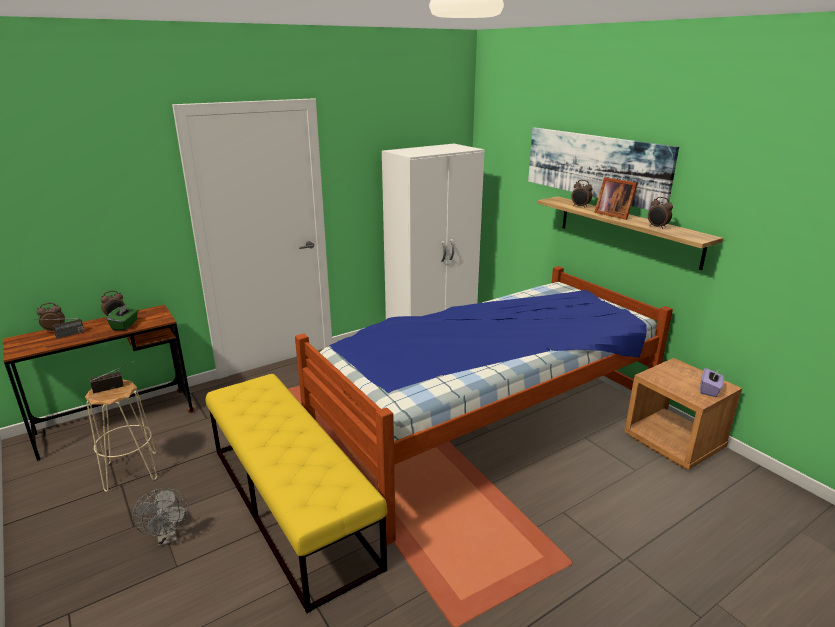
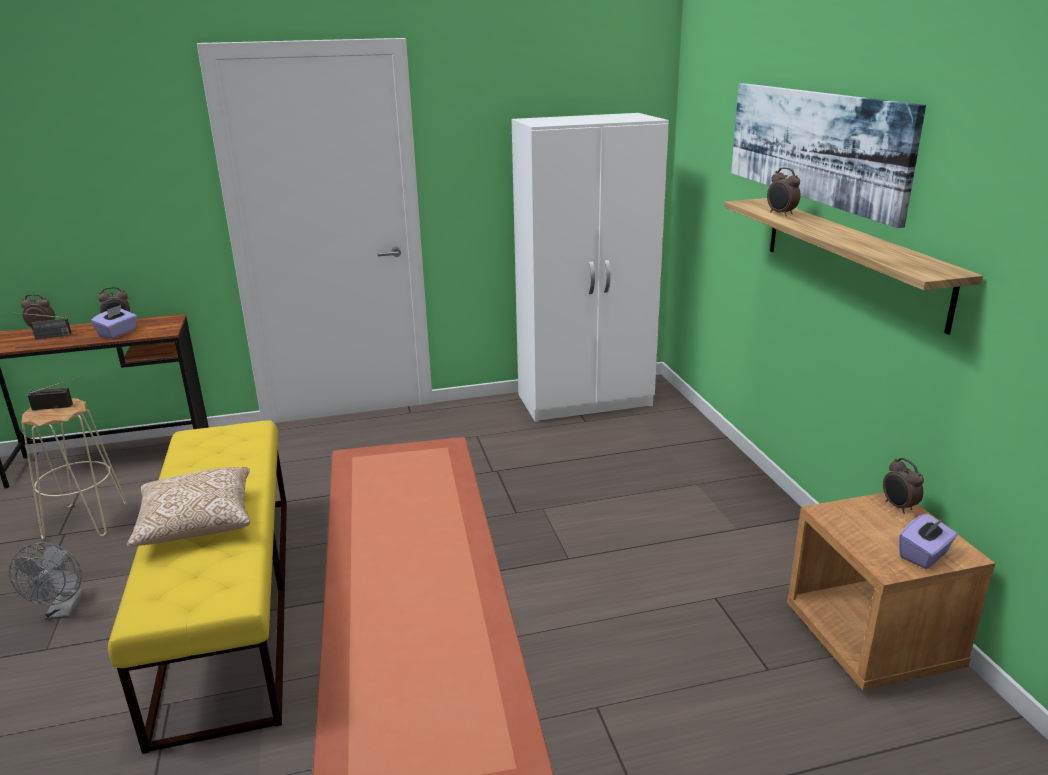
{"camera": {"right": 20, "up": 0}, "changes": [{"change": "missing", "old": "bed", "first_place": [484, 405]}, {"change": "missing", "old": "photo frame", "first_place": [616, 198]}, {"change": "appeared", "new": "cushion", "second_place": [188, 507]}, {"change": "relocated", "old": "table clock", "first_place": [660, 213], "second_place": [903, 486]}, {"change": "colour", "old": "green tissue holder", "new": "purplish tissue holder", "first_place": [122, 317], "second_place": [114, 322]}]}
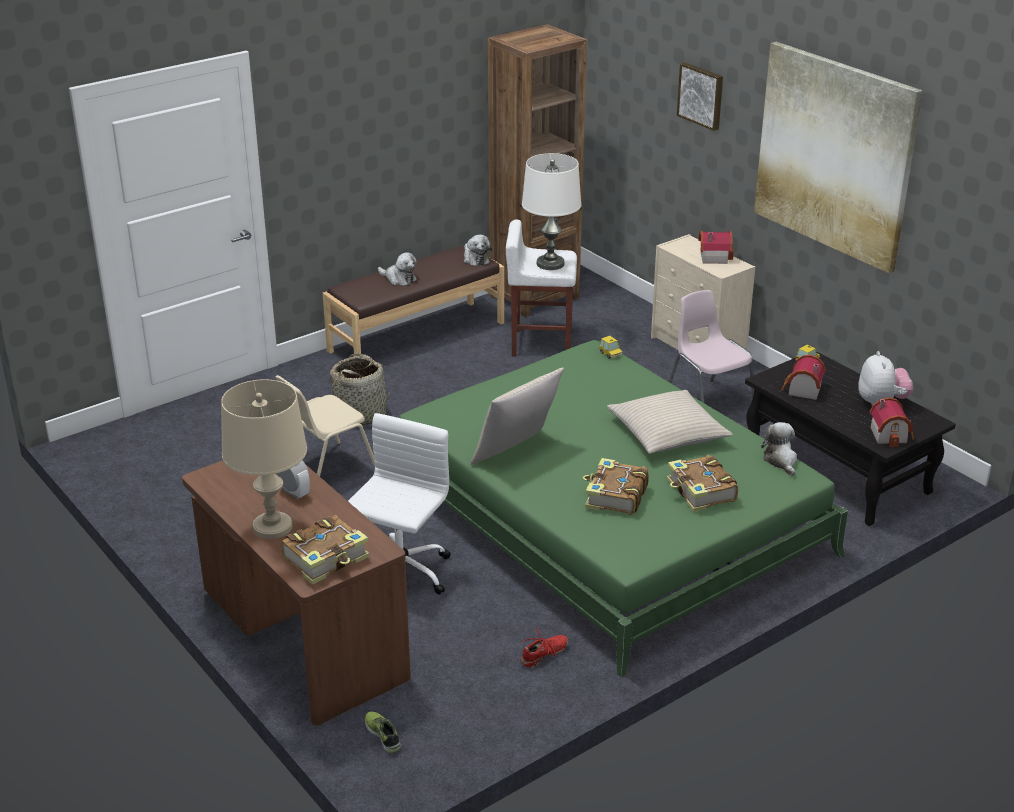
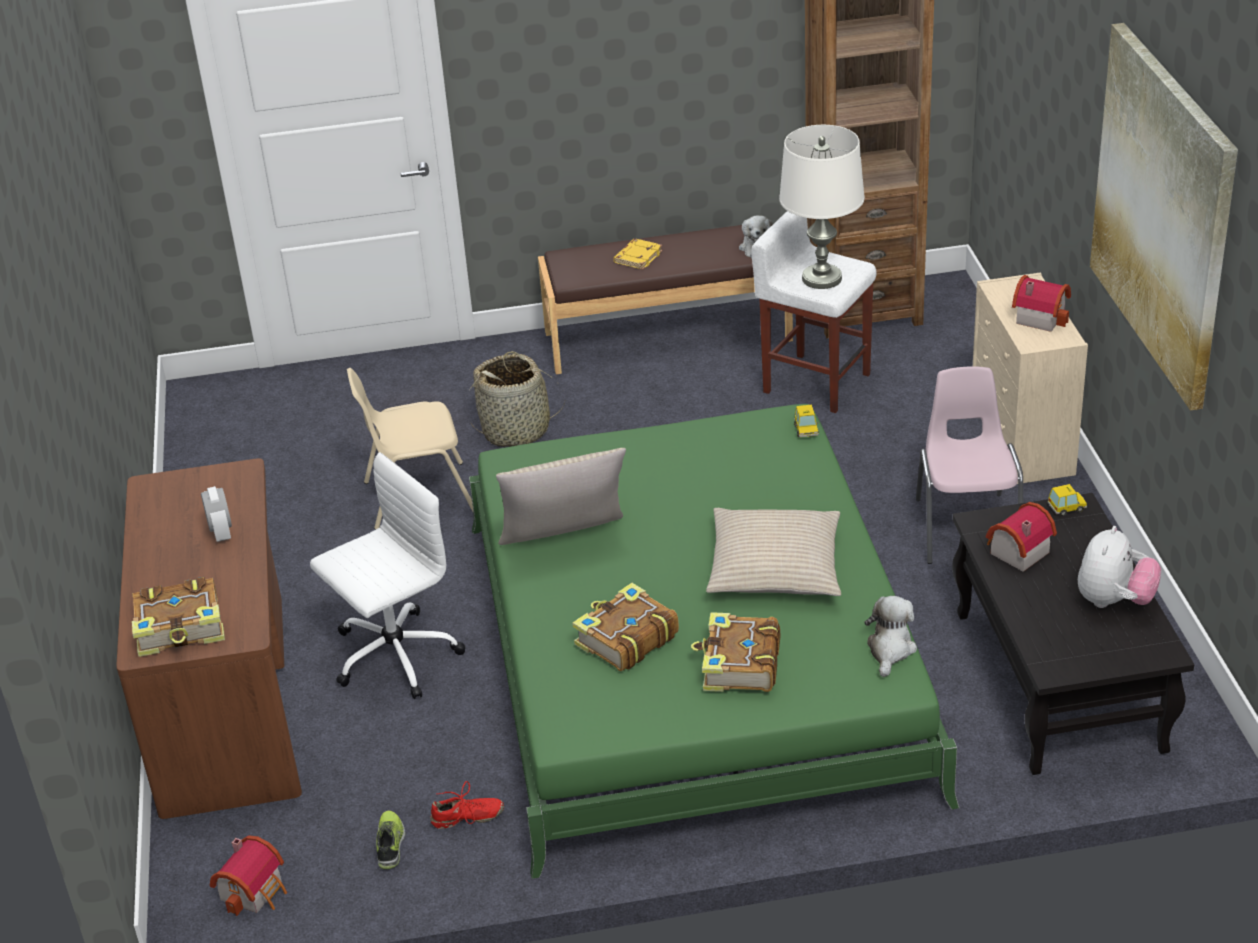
{"camera": {"right": 30, "up": 5}, "changes": [{"change": "missing", "old": "beige tabletop lamp", "first_place": [264, 459]}, {"change": "missing", "old": "wall picture", "first_place": [700, 96]}, {"change": "relocated", "old": "item of footwear", "first_place": [383, 732], "second_place": [390, 840]}, {"change": "relocated", "old": "model house", "first_place": [891, 422], "second_place": [248, 875]}, {"change": "exchanged", "old": "soft toy", "new": "yellow-coloured volume", "first_place": [397, 269], "second_place": [638, 254]}]}
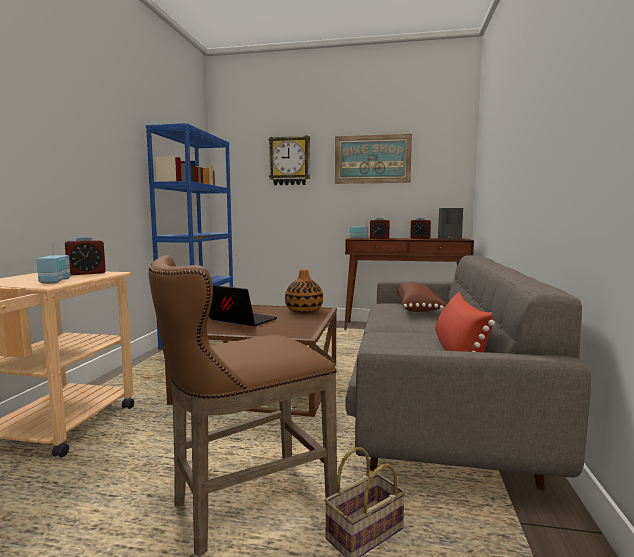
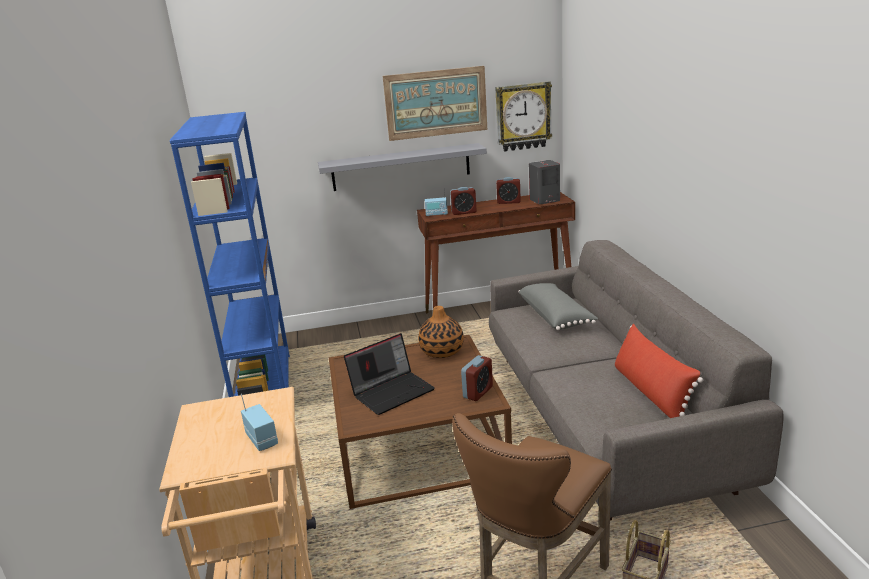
{"camera": {"right": -20, "up": 15}, "changes": [{"change": "appeared", "new": "greyish bracket shelf", "second_place": [402, 167]}, {"change": "relocated", "old": "table clock", "first_place": [85, 256], "second_place": [477, 378]}, {"change": "relocated", "old": "clock on the wall", "first_place": [289, 160], "second_place": [523, 116]}, {"change": "colour", "old": "brownish cushion", "new": "greyish cushion", "first_place": [421, 297], "second_place": [558, 306]}, {"change": "spun", "old": "portable computer", "first_place": [243, 305], "second_place": [389, 374], "degrees": 135}]}
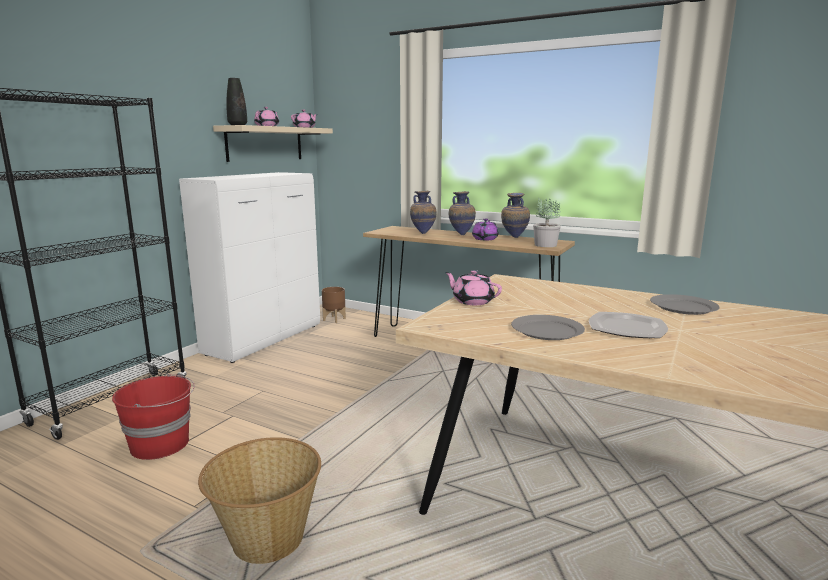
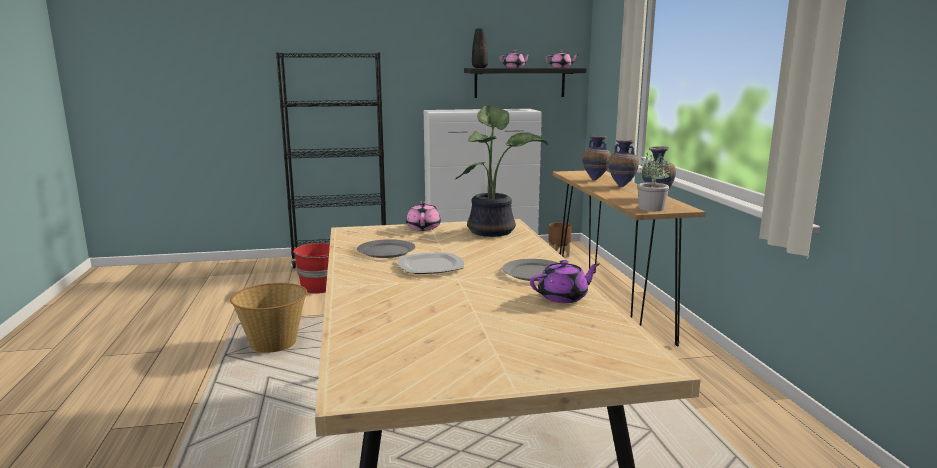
{"camera": {"right": 50, "up": 0}, "changes": [{"change": "appeared", "new": "plant in a pot", "second_place": [501, 171]}, {"change": "relocated", "old": "purplish tea pot", "first_place": [485, 229], "second_place": [565, 281]}, {"change": "colour", "old": "beige bracket shelf", "new": "black-coloured bracket shelf", "first_place": [273, 143], "second_place": [525, 83]}]}
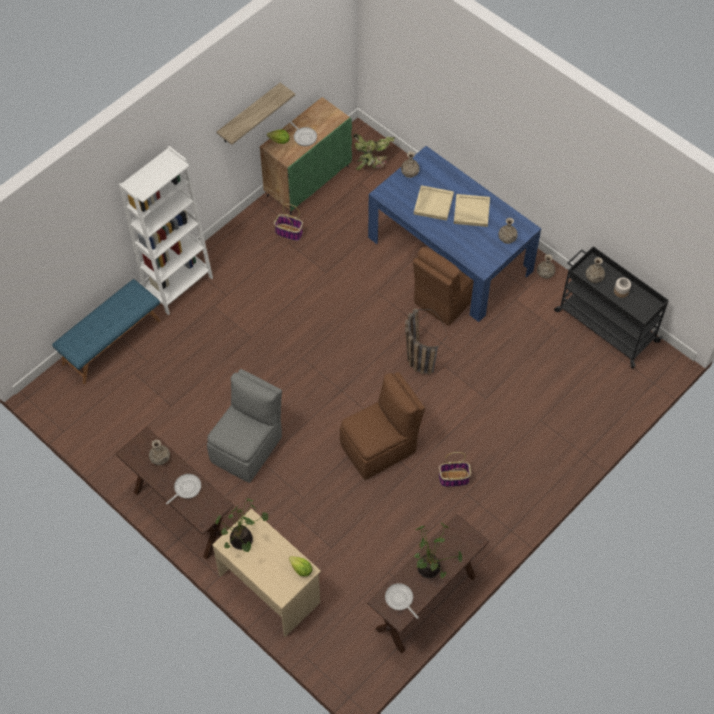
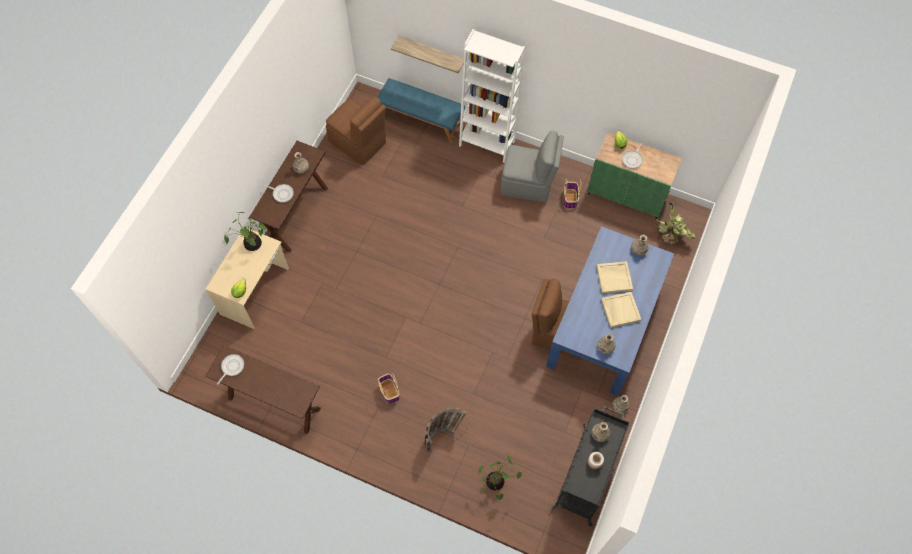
{"camera": {"right": 70, "up": 5}, "changes": [{"change": "relocated", "old": "greyish plain chair", "first_place": [244, 426], "second_place": [532, 166]}, {"change": "relocated", "old": "bracket shelf", "first_place": [256, 114], "second_place": [427, 54]}, {"change": "relocated", "old": "brownish plain chair", "first_place": [382, 426], "second_place": [356, 131]}, {"change": "relocated", "old": "household basket", "first_place": [426, 341], "second_place": [445, 430]}, {"change": "relocated", "old": "plant in a pot", "first_place": [438, 550], "second_place": [500, 477]}]}
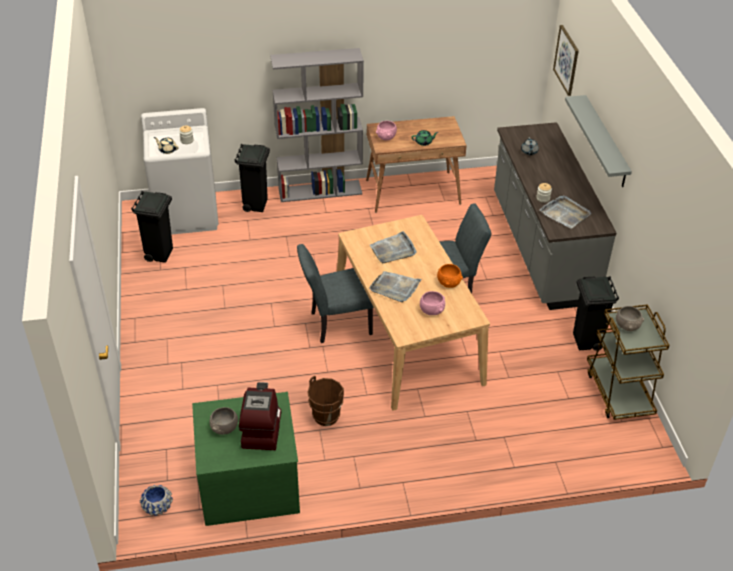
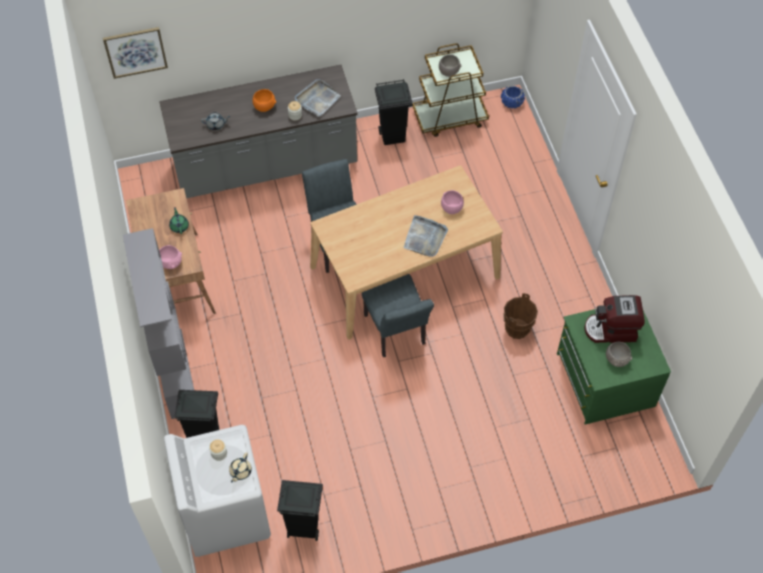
{"camera": {"right": -95, "up": 15}, "changes": [{"change": "missing", "old": "greyish tray", "first_place": [393, 247]}, {"change": "missing", "old": "greyish bracket shelf", "first_place": [598, 141]}, {"change": "relocated", "old": "bluish planter", "first_place": [156, 500], "second_place": [513, 97]}, {"change": "relocated", "old": "orangey bowl", "first_place": [450, 276], "second_place": [264, 100]}]}
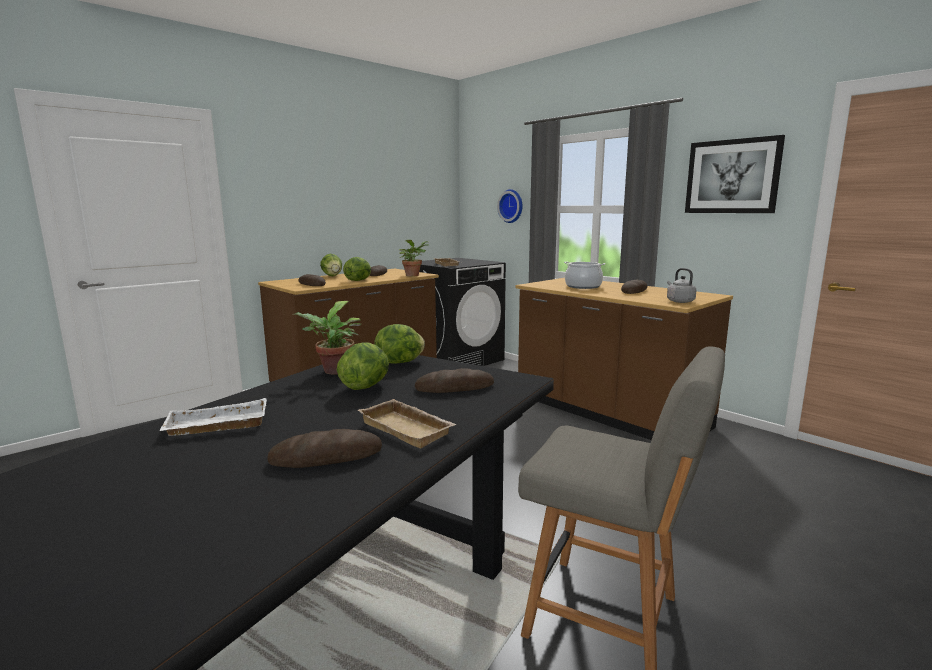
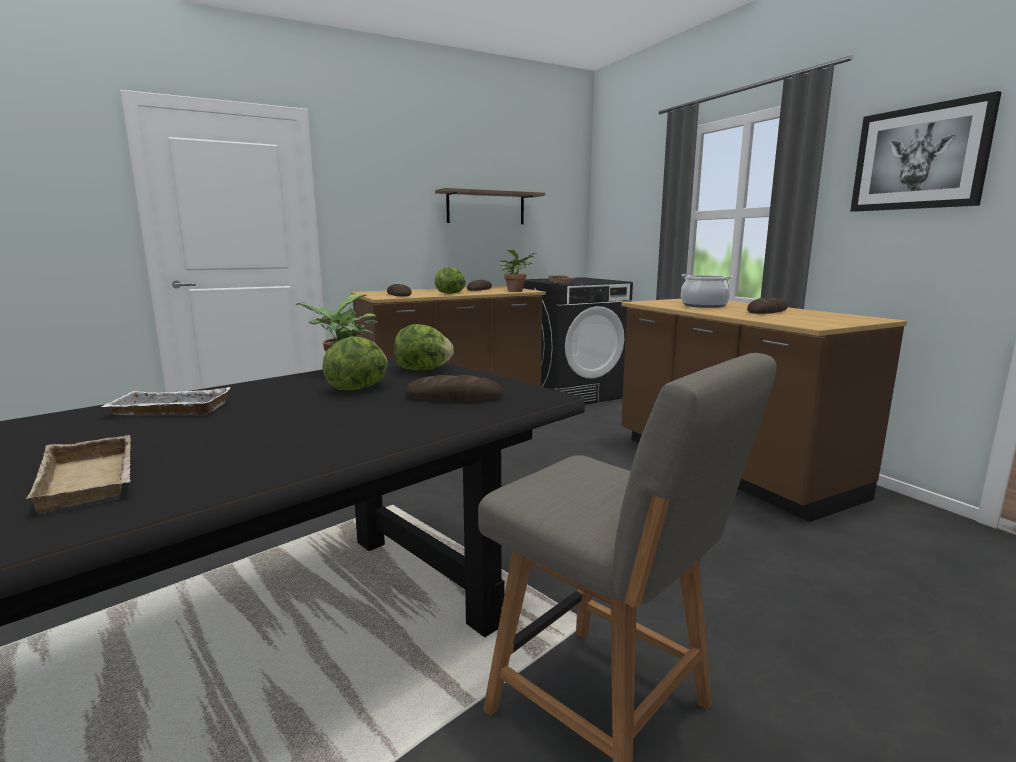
{"camera": {"right": 15, "up": 0}, "changes": [{"change": "missing", "old": "bakery bread", "first_place": [324, 448]}, {"change": "missing", "old": "lettuce", "first_place": [331, 265]}, {"change": "missing", "old": "clock on the wall", "first_place": [510, 206]}, {"change": "missing", "old": "greyish water kettle", "first_place": [681, 285]}, {"change": "appeared", "new": "bracket shelf", "second_place": [490, 206]}, {"change": "relocated", "old": "beige tray", "first_place": [407, 423], "second_place": [78, 474]}]}
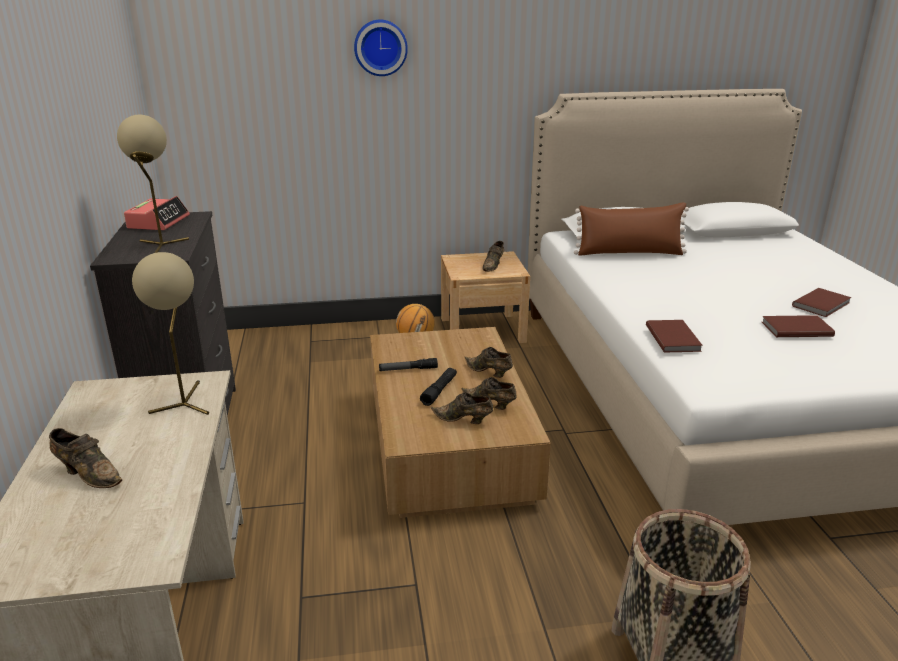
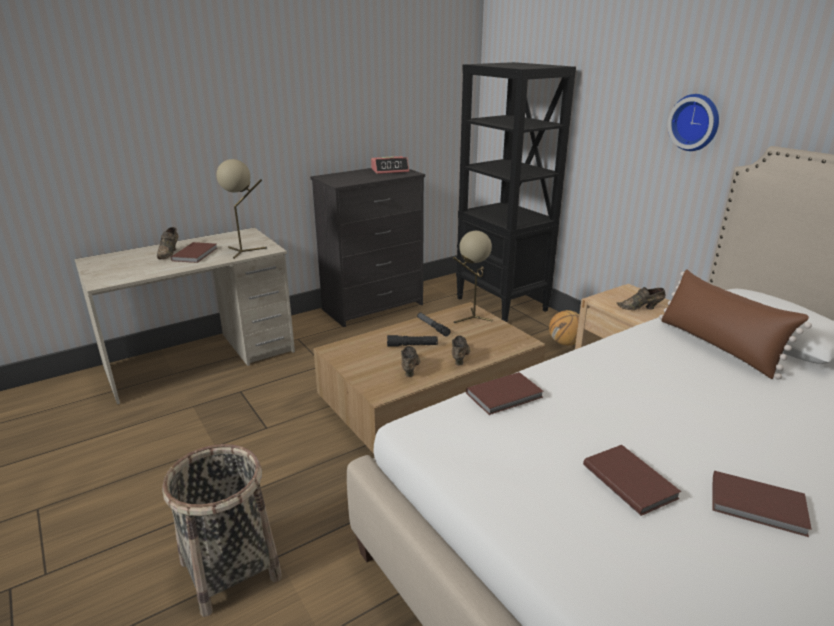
{"camera": {"right": 65, "up": 0}, "changes": [{"change": "missing", "old": "brownish item of footwear", "first_place": [462, 408]}, {"change": "appeared", "new": "brownish volume", "second_place": [194, 252]}, {"change": "appeared", "new": "black-coloured bookcase", "second_place": [516, 192]}, {"change": "relocated", "old": "beige tabletop lamp", "first_place": [153, 184], "second_place": [473, 277]}, {"change": "relocated", "old": "clock on the wall", "first_place": [381, 48], "second_place": [693, 122]}]}
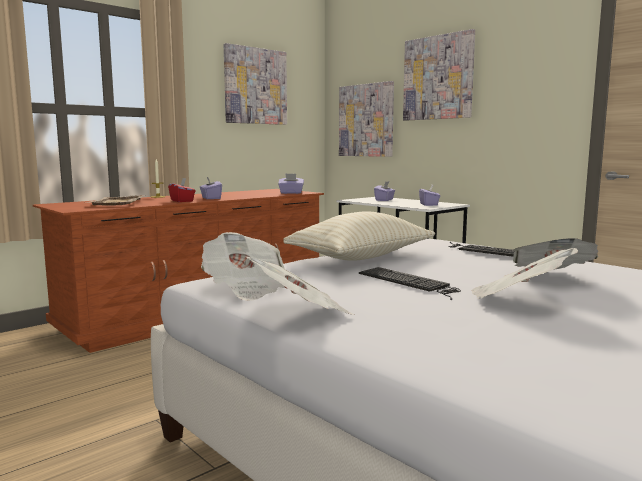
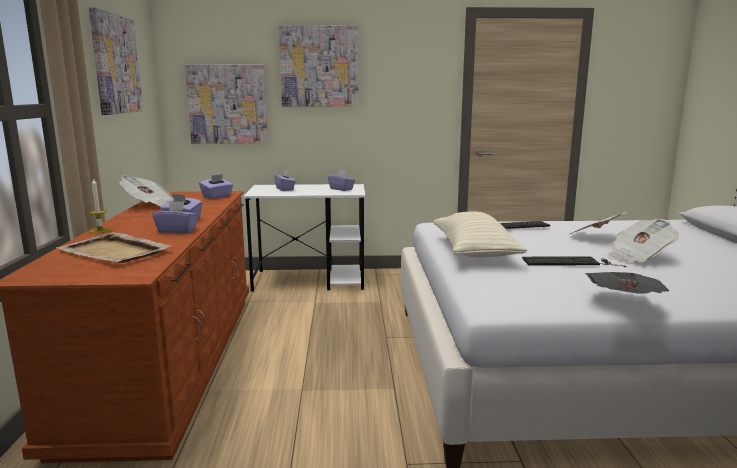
{"camera": {"right": -50, "up": 5}, "changes": [{"change": "relocated", "old": "printed paper", "first_place": [243, 266], "second_place": [146, 191]}, {"change": "colour", "old": "reddish tissue holder", "new": "purplish tissue holder", "first_place": [181, 190], "second_place": [175, 217]}]}
